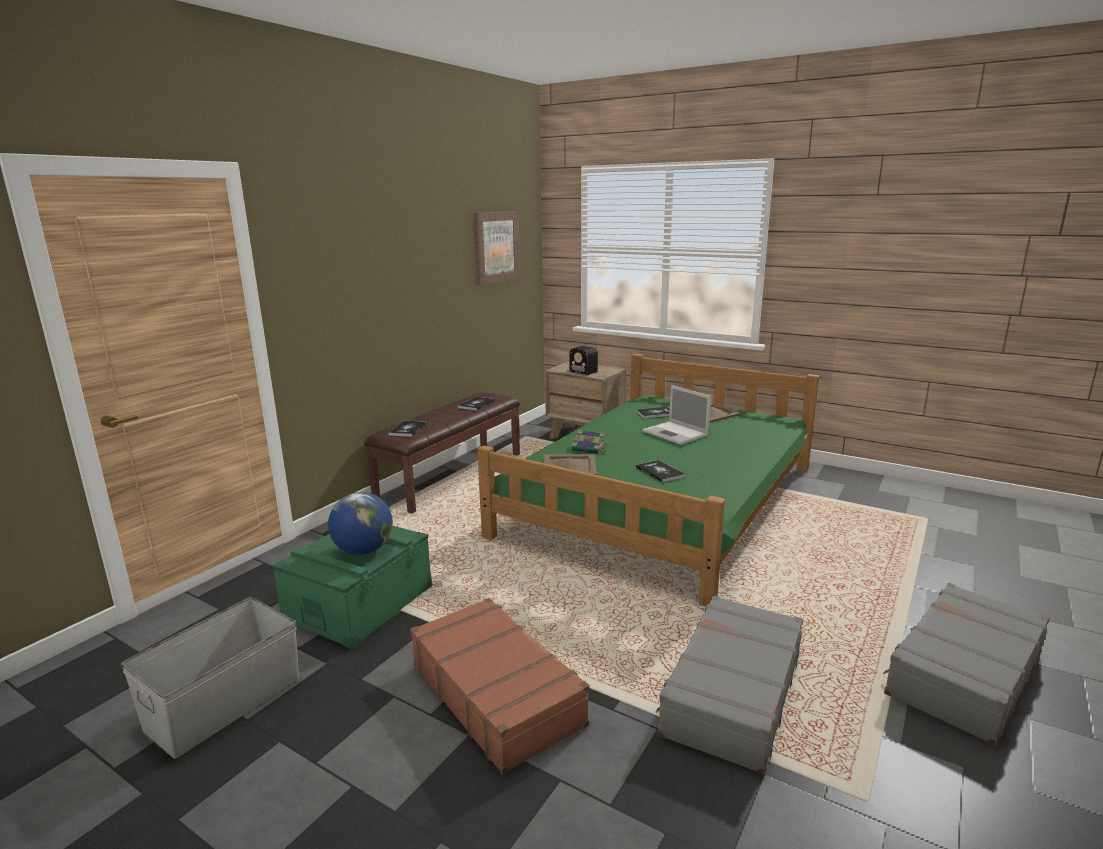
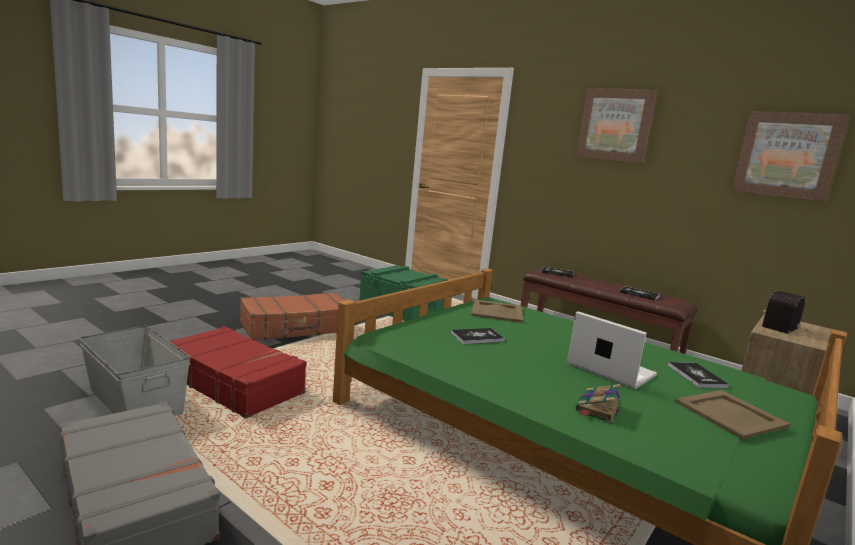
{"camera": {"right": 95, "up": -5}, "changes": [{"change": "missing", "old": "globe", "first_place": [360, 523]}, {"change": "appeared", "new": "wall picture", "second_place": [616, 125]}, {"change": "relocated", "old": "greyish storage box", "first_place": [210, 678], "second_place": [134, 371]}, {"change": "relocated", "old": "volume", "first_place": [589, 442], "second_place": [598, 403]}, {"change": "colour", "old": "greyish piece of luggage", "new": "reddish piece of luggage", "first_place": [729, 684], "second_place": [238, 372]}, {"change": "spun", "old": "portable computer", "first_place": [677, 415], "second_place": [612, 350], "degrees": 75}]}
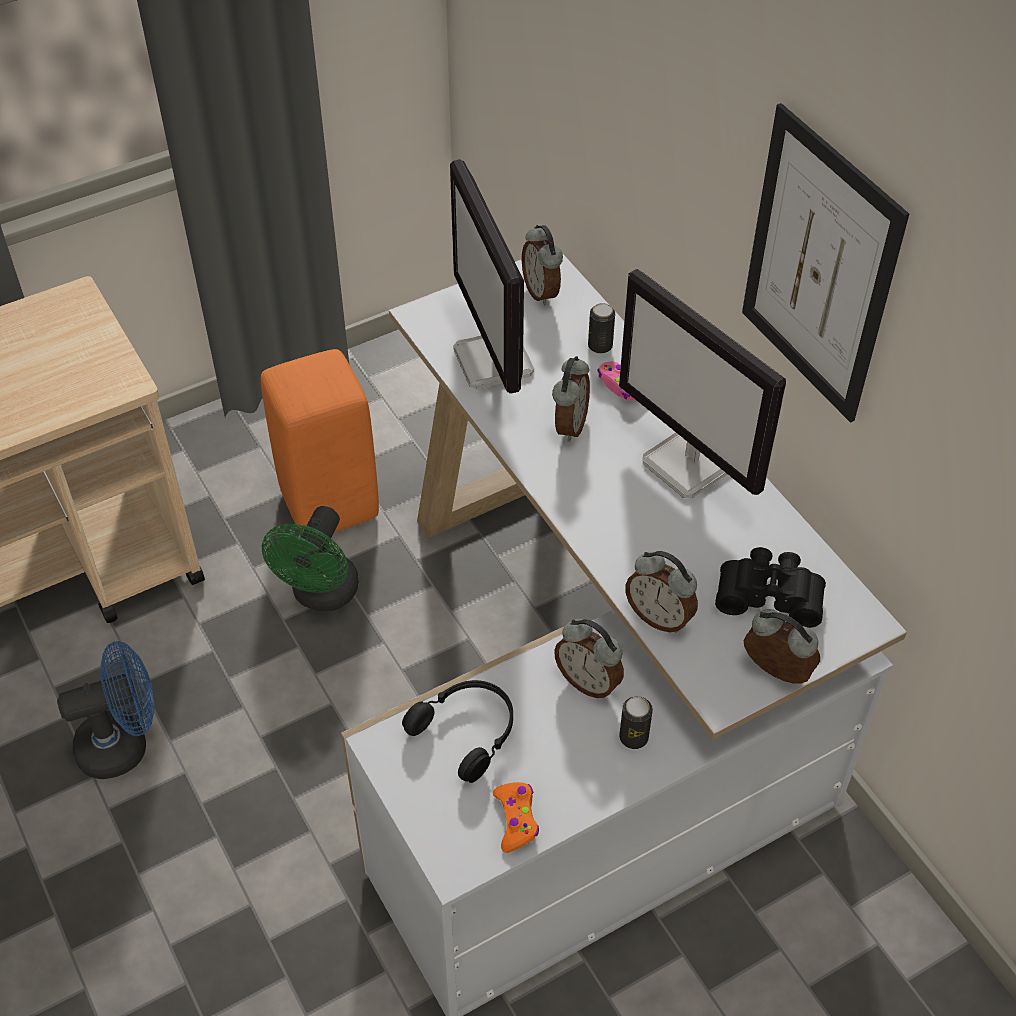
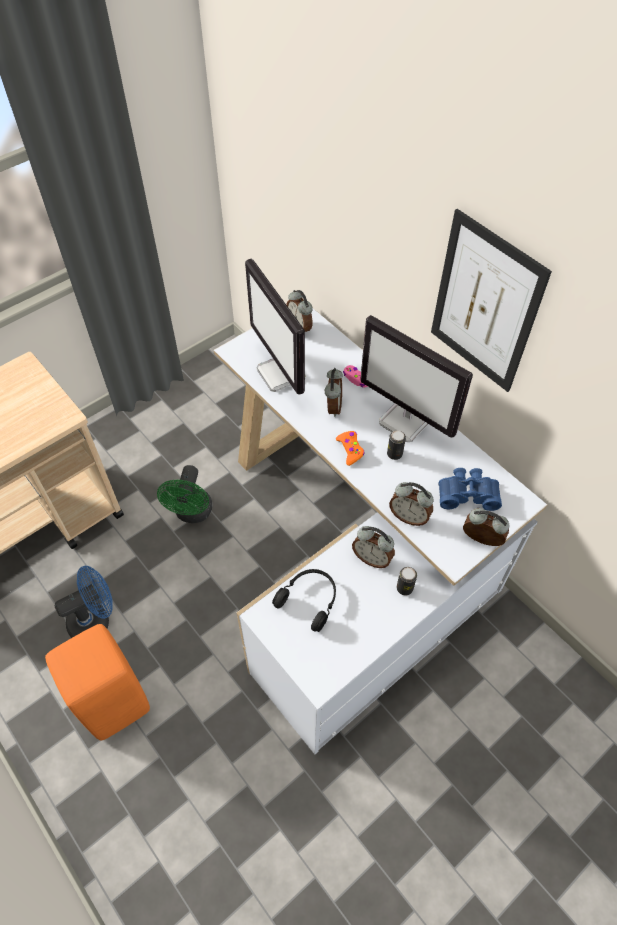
{"camera": {"right": -10, "up": 5}, "changes": [{"change": "relocated", "old": "orangey stool", "first_place": [320, 441], "second_place": [97, 682]}, {"change": "relocated", "old": "orangey game controller", "first_place": [516, 817], "second_place": [350, 448]}, {"change": "relocated", "old": "metal can", "first_place": [601, 328], "second_place": [396, 445]}, {"change": "colour", "old": "black-coloured binoculars", "new": "bluish binoculars", "first_place": [770, 587], "second_place": [470, 489]}]}
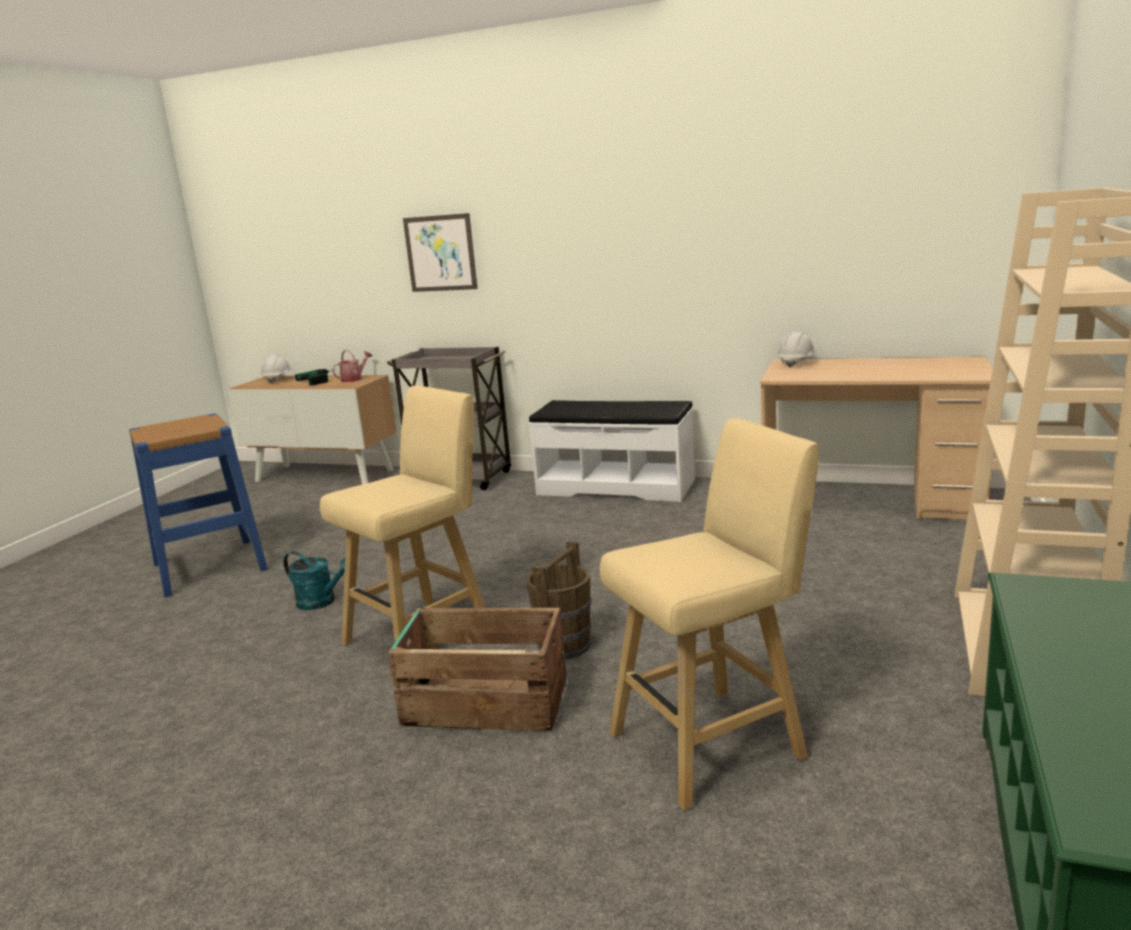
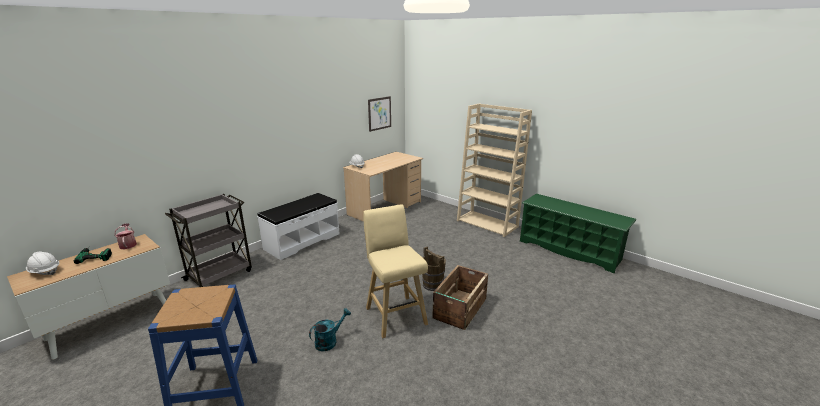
{"camera": {"right": -70, "up": 5}, "changes": [{"change": "missing", "old": "beige stool", "first_place": [709, 614]}, {"change": "relocated", "old": "wall picture", "first_place": [440, 252], "second_place": [379, 114]}]}
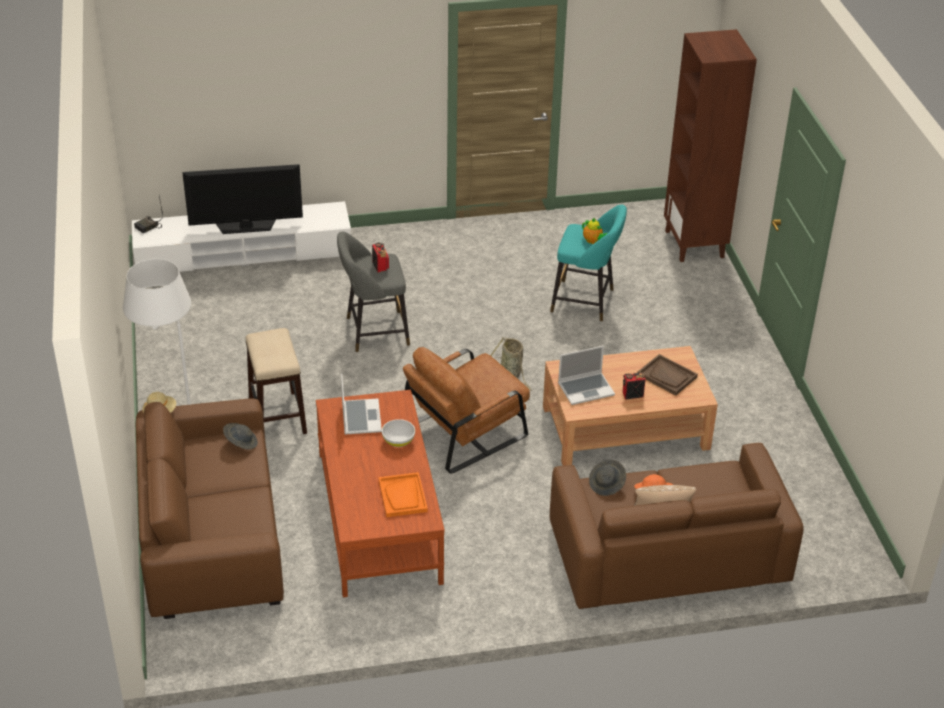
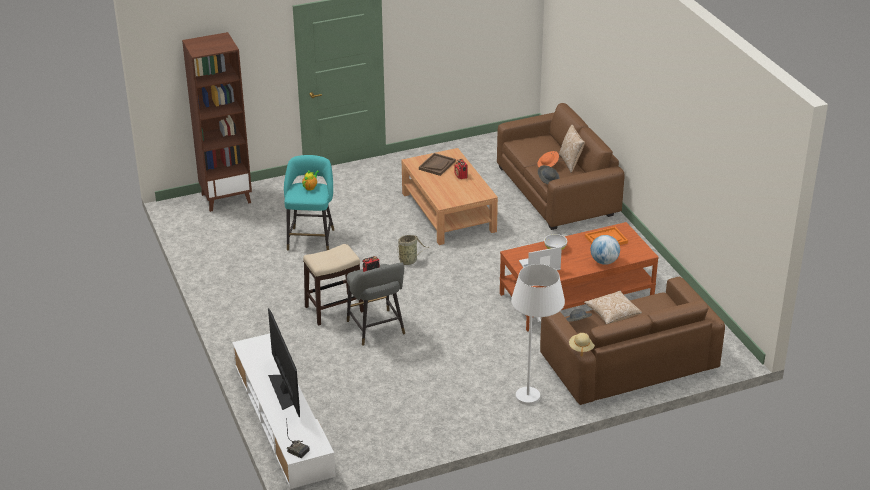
{"camera": {"right": -100, "up": -5}, "changes": [{"change": "missing", "old": "brownish easy chair", "first_place": [466, 410]}, {"change": "missing", "old": "portable computer", "first_place": [586, 375]}, {"change": "appeared", "new": "cushion", "second_place": [613, 307]}, {"change": "appeared", "new": "globe", "second_place": [605, 250]}, {"change": "relocated", "old": "stool", "first_place": [276, 381], "second_place": [333, 285]}]}
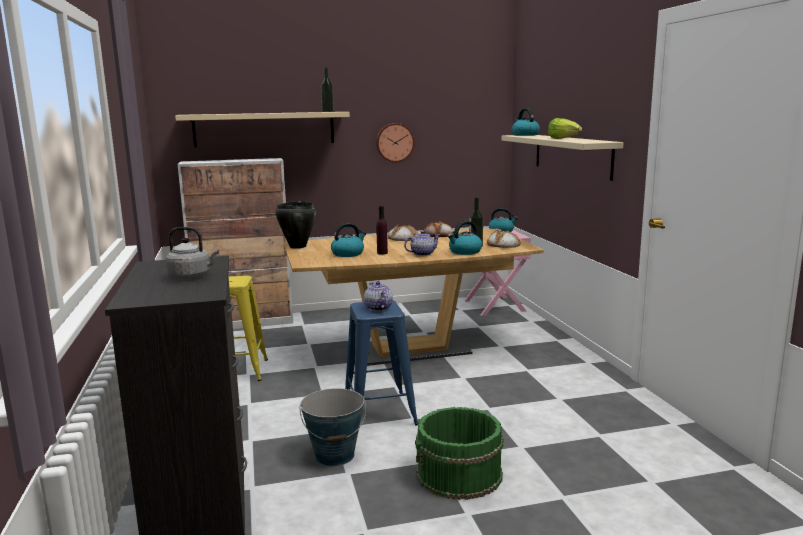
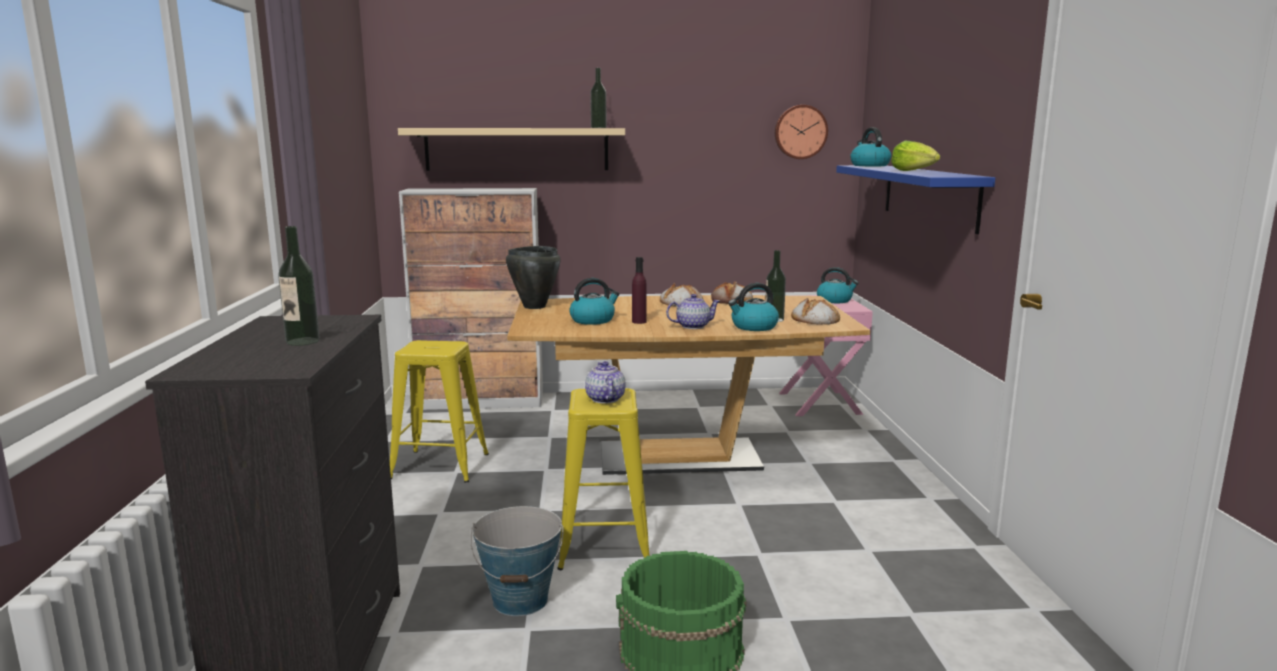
{"camera": {"right": 10, "up": 0}, "changes": [{"change": "relocated", "old": "clock on the wall", "first_place": [395, 143], "second_place": [801, 132]}, {"change": "exchanged", "old": "greyish water kettle", "new": "bottle", "first_place": [192, 253], "second_place": [299, 286]}, {"change": "colour", "old": "bluish stool", "new": "yellow-coloured stool", "first_place": [382, 363], "second_place": [603, 479]}, {"change": "colour", "old": "beige bracket shelf", "new": "bluish bracket shelf", "first_place": [562, 158], "second_place": [915, 199]}]}
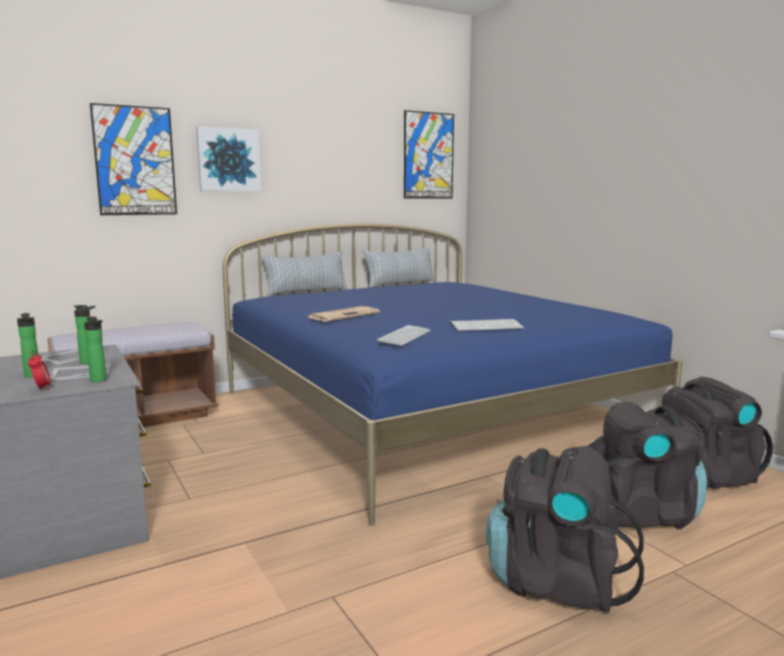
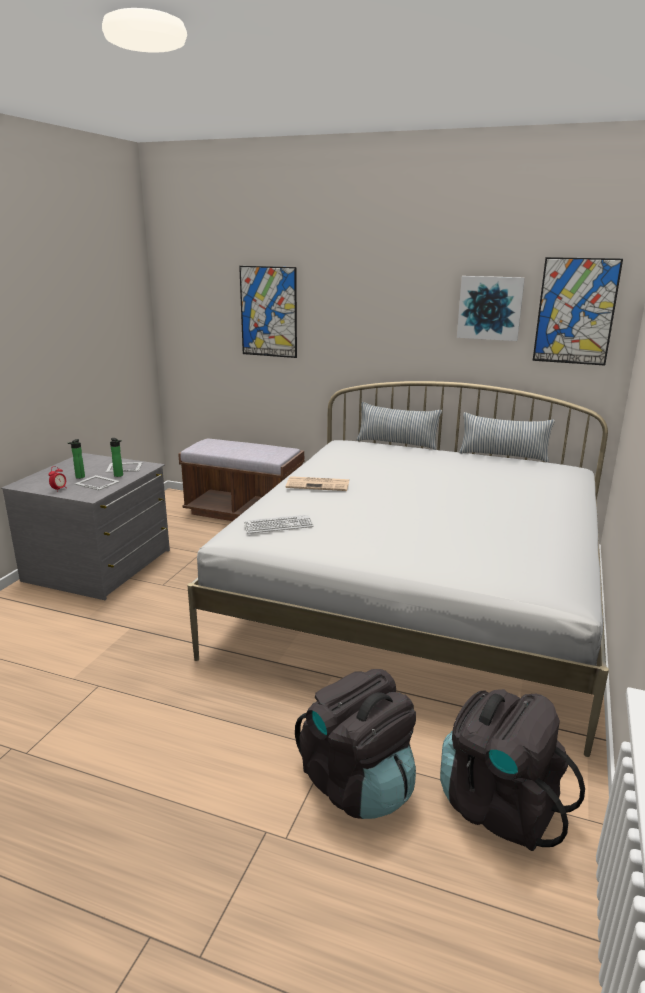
{"camera": {"right": 50, "up": 10}, "changes": [{"change": "missing", "old": "bottle", "first_place": [95, 349]}, {"change": "missing", "old": "keyboard", "first_place": [487, 325]}, {"change": "missing", "old": "black-coloured knapsack", "first_place": [565, 529]}, {"change": "relocated", "old": "wall picture", "first_place": [228, 158], "second_place": [491, 308]}, {"change": "colour", "old": "bluish bed", "new": "whitish bed", "first_place": [453, 374], "second_place": [398, 569]}]}
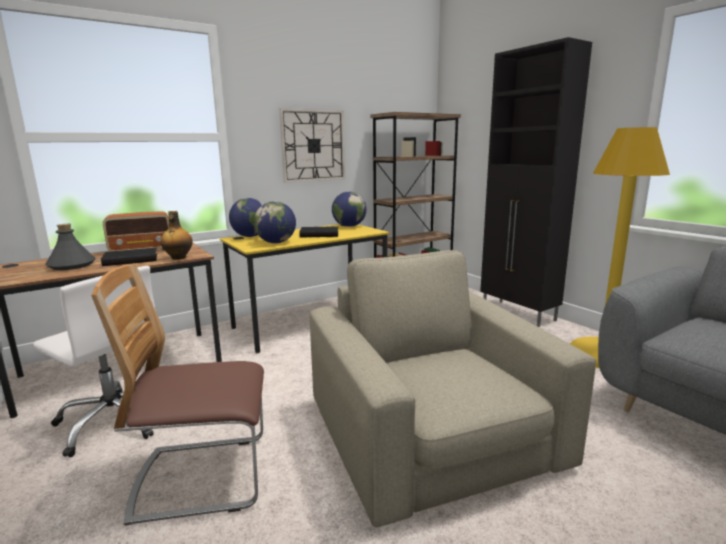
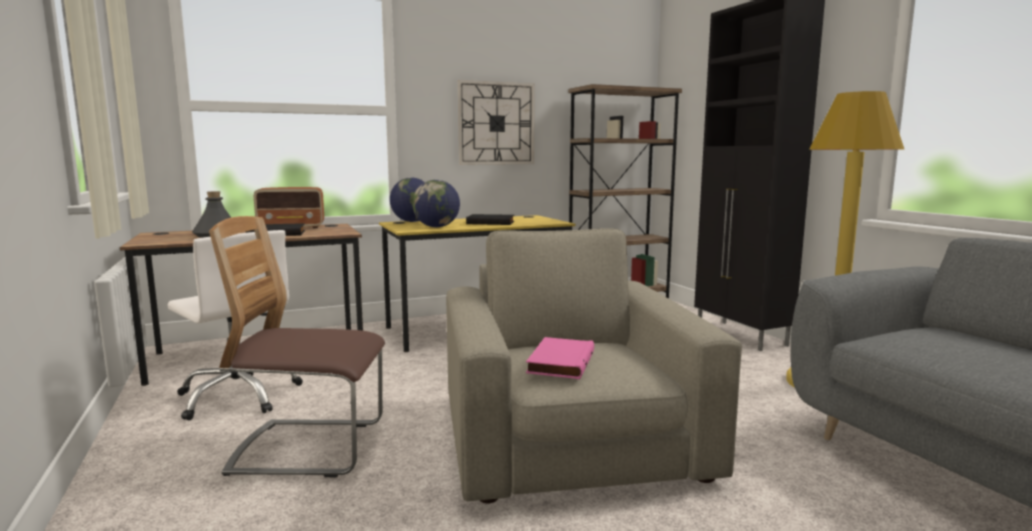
{"camera": {"right": 10, "up": -5}, "changes": [{"change": "missing", "old": "bottle", "first_place": [177, 235]}, {"change": "missing", "old": "globe", "first_place": [349, 209]}, {"change": "appeared", "new": "pink volume", "second_place": [560, 358]}]}
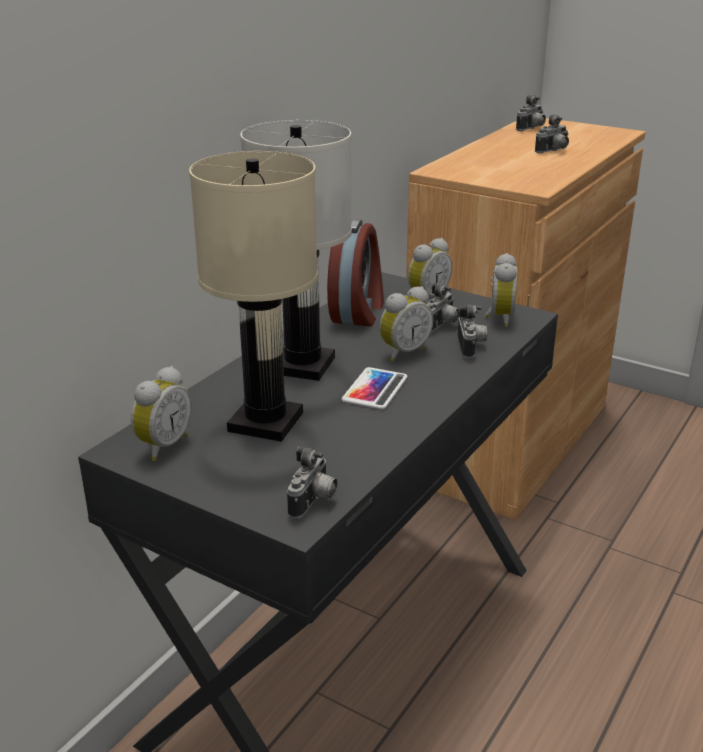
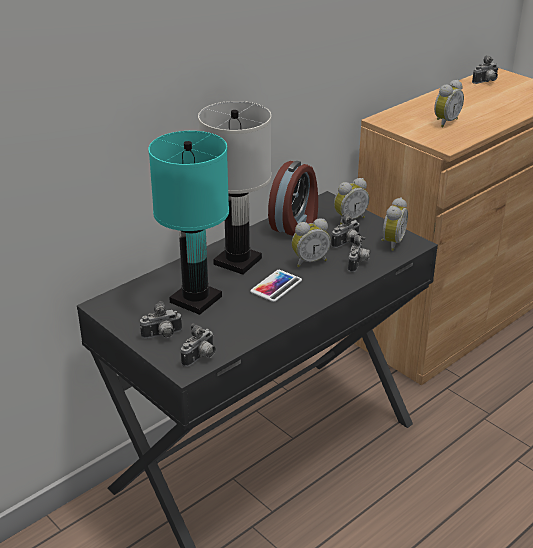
{"camera": {"right": 15, "up": 5}, "changes": [{"change": "relocated", "old": "table clock", "first_place": [161, 413], "second_place": [449, 103]}, {"change": "relocated", "old": "still camera", "first_place": [552, 133], "second_place": [161, 320]}, {"change": "colour", "old": "beige tabletop lamp", "new": "turquoise tabletop lamp", "first_place": [253, 296], "second_place": [188, 223]}]}
